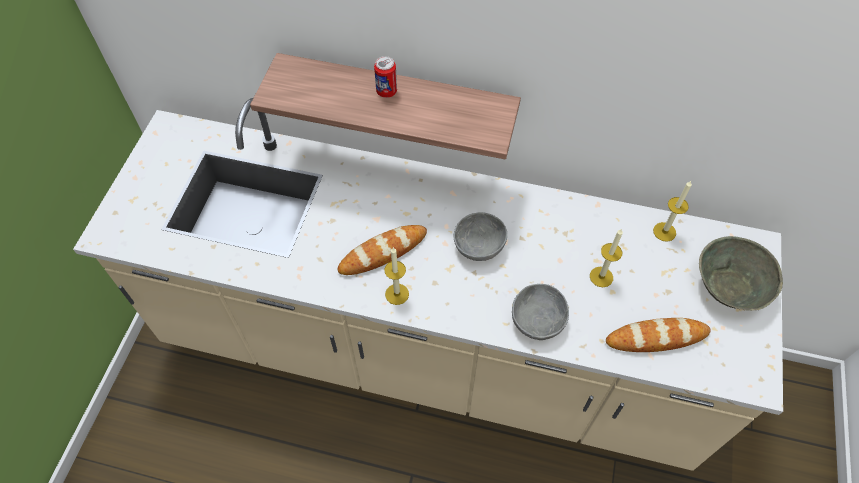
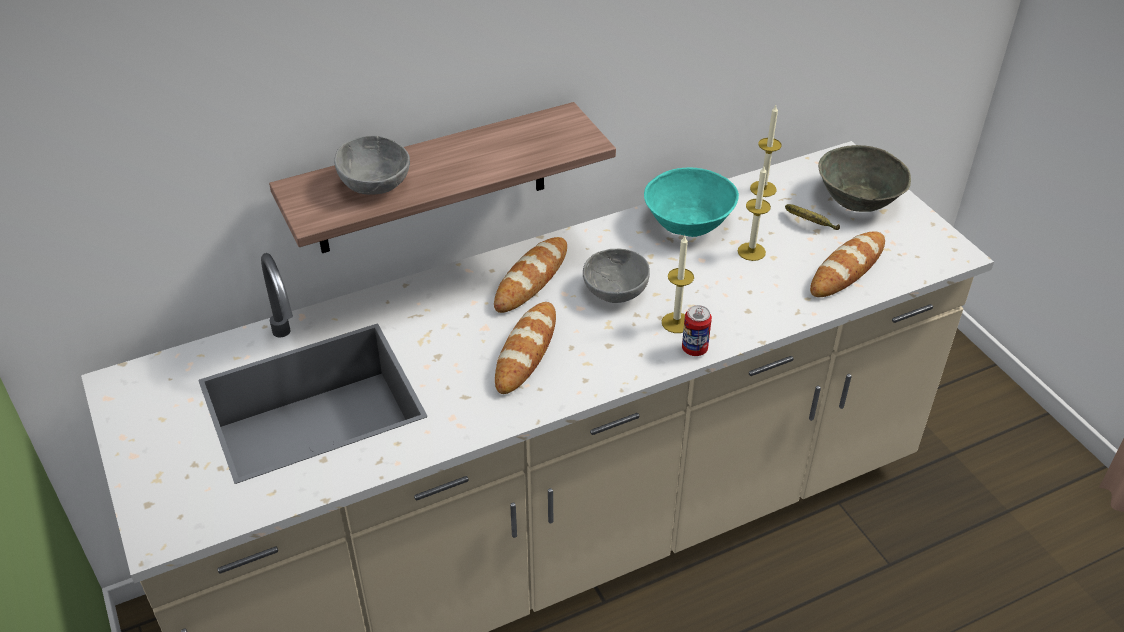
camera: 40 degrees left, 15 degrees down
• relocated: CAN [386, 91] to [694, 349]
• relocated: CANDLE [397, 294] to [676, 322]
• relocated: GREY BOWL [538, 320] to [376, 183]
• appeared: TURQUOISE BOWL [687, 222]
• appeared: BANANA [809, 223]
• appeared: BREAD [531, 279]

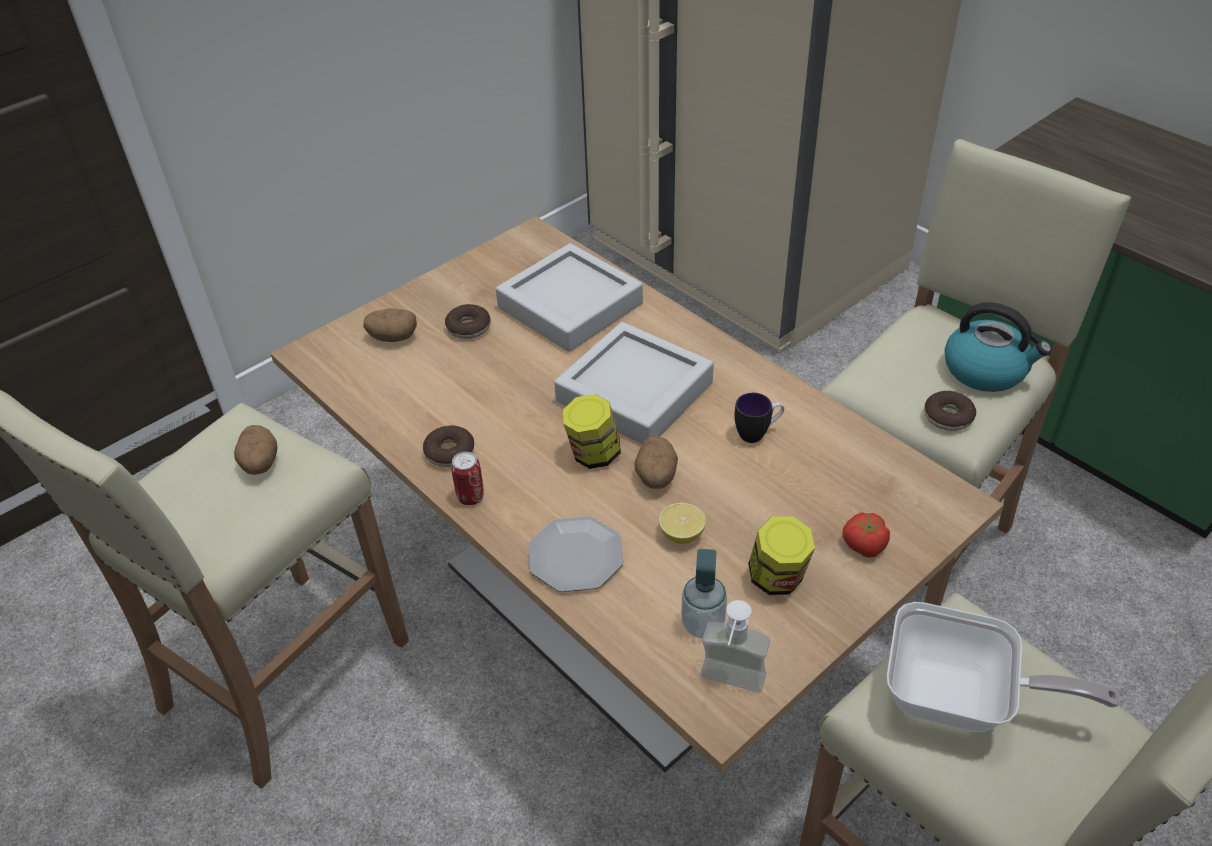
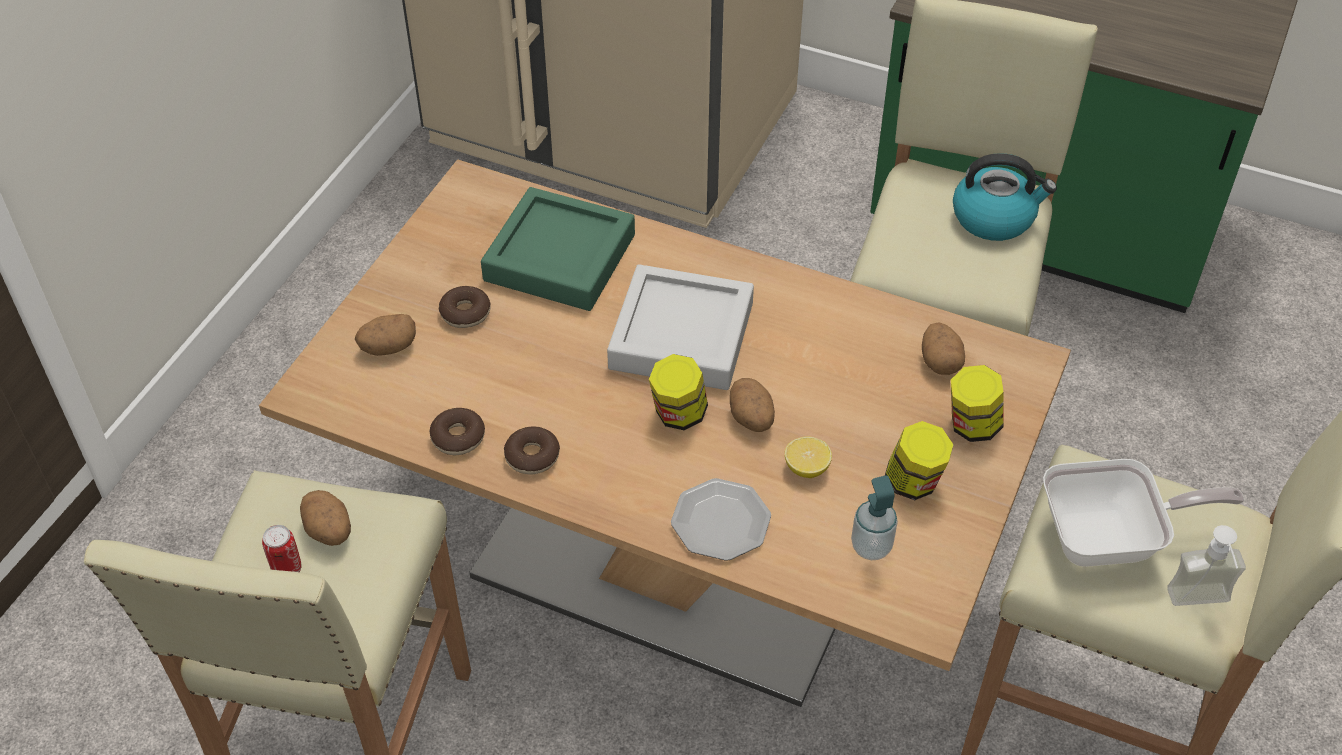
camera: 25 degrees left, 5 degrees up
• colour: GREY TRAY [570, 305] to GREEN TRAY [560, 258]
• relocated: DONUT [948, 417] to [458, 437]
• missing: MUG [757, 433]
• relocated: CAN [470, 497] to [287, 569]
• exchanged: TOMATO [864, 544] to JAR [972, 426]
• relocated: SOAP DISPENSER [729, 686] to [1201, 605]
• appeared: POTATO [940, 361]

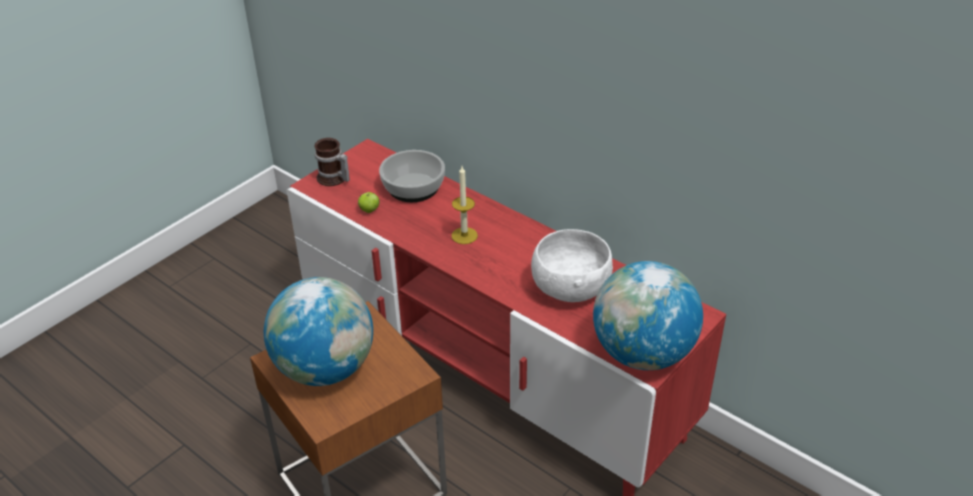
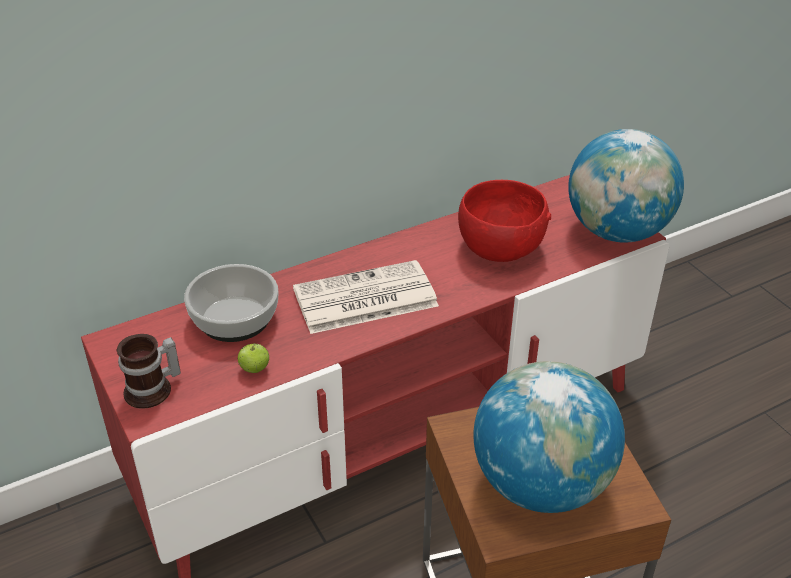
camera: 70 degrees left, 0 degrees up
• exchanged: CANDLE [464, 235] to NEWSPAPER [363, 299]
• colour: WHITE BOWL [569, 288] to RED BOWL [500, 248]

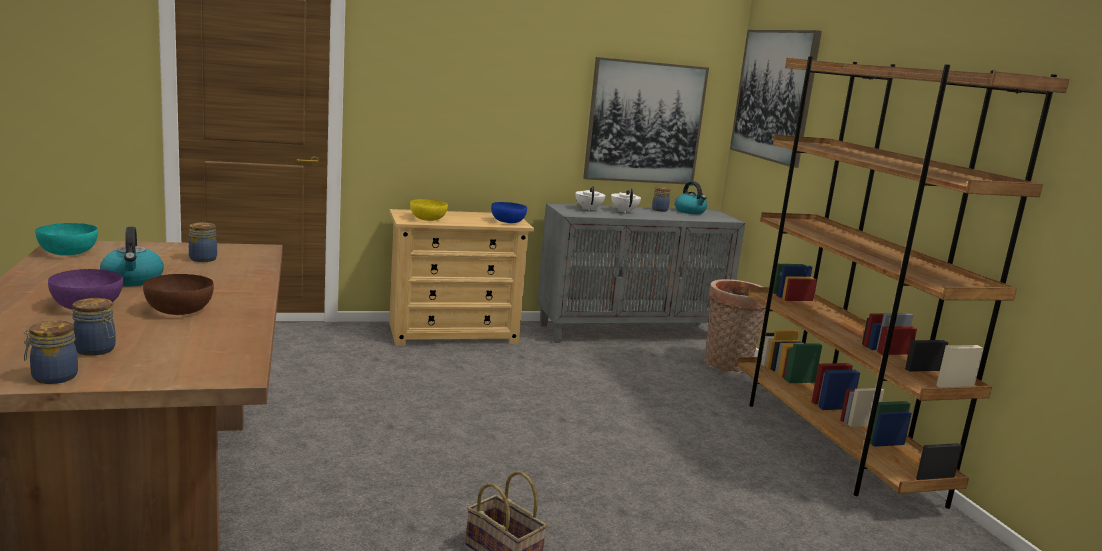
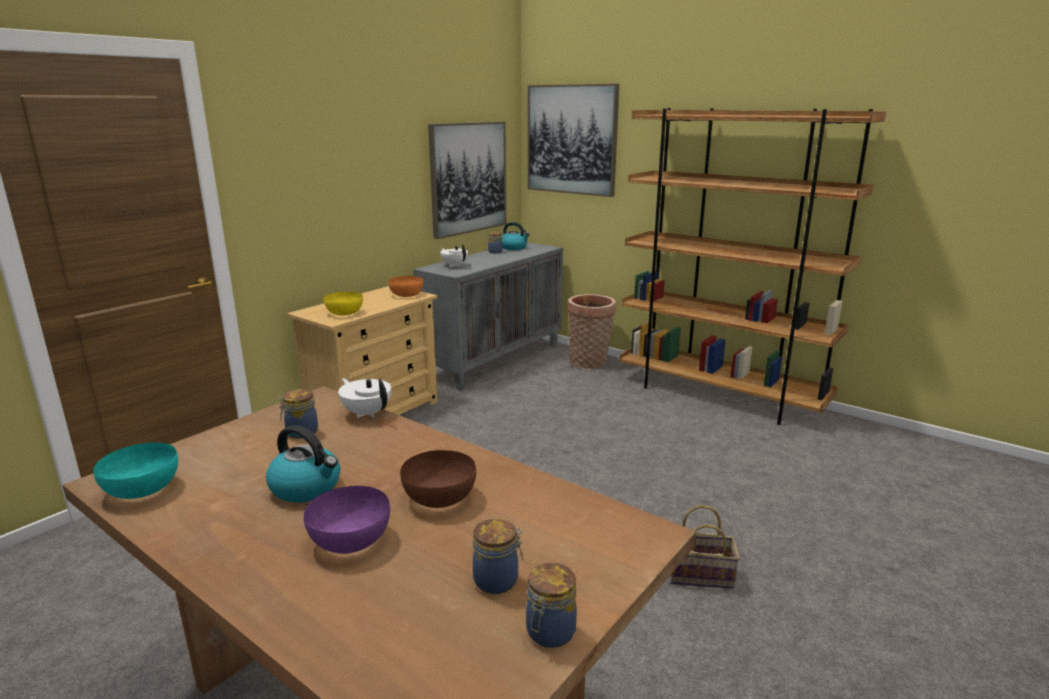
camera: 35 degrees left, 5 degrees up
• relocated: WHITE TEAPOT [624, 211] to [367, 413]
• colour: BLUE BOWL [507, 221] to ORANGE BOWL [406, 295]

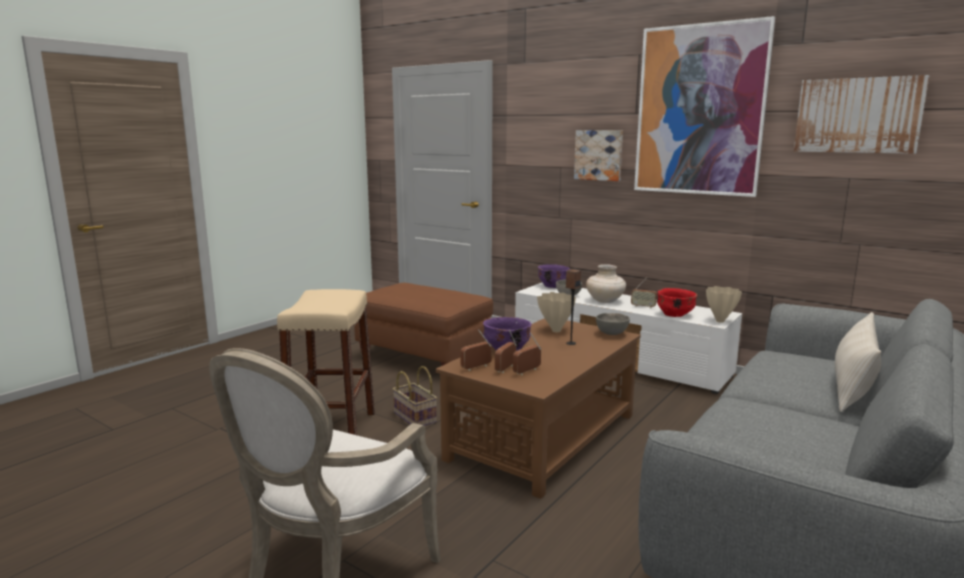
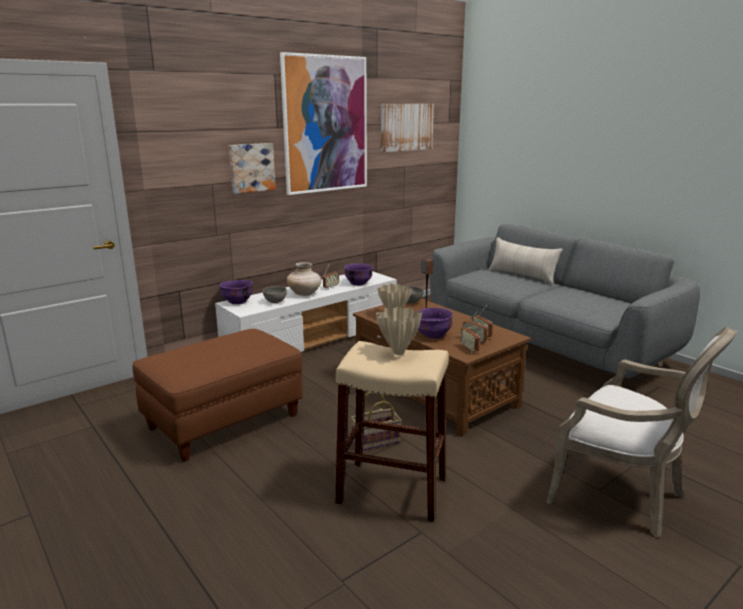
camera: 75 degrees left, 5 degrees up
• relocated: BEIGE VASE [720, 321] to [399, 352]
• colour: RED BOWL [674, 314] to PURPLE BOWL [358, 283]

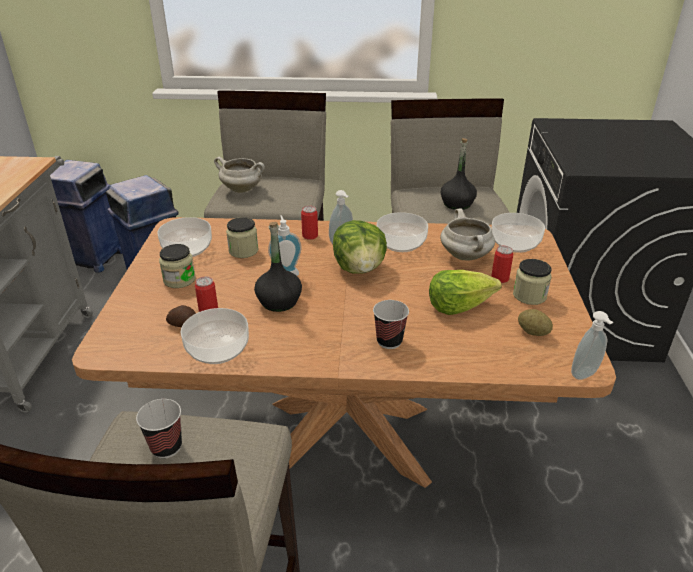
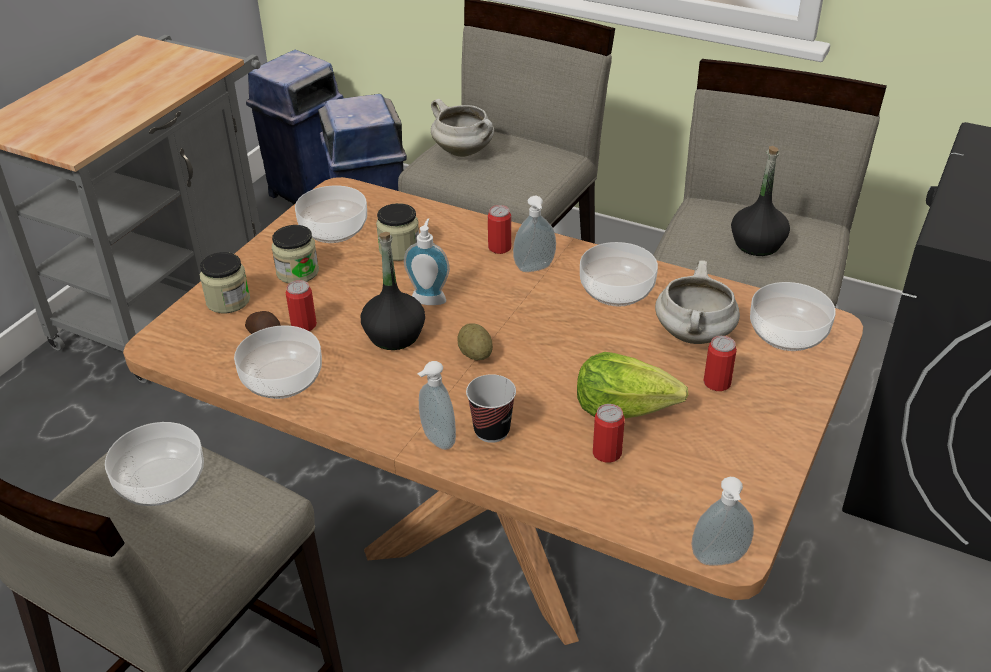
camera: 25 degrees right, 5 degrees up
• missing: LETTUCE [360, 269]
• relocated: JAR [529, 296] to [228, 301]
• relocated: POTATO [533, 332] to [475, 354]
• exchanged: CUP [166, 447] to BOWL [162, 481]
• appeared: SOAP DISPENSER [436, 441]
• appeared: CAN [607, 453]

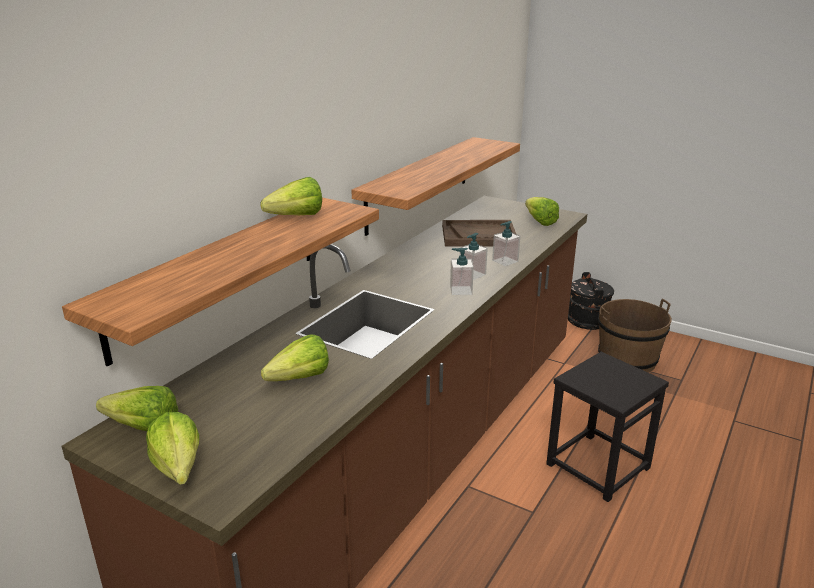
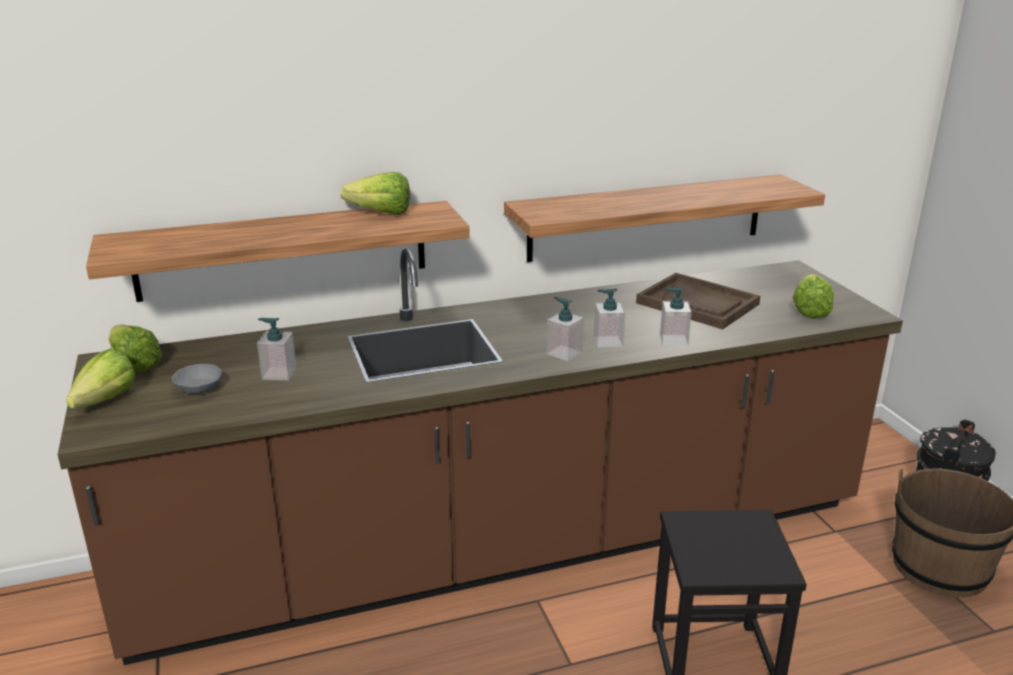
camera: 40 degrees right, 0 degrees up
• exchanged: LETTUCE [294, 380] to SOAP DISPENSER [279, 373]
• appeared: GREY BOWL [200, 388]

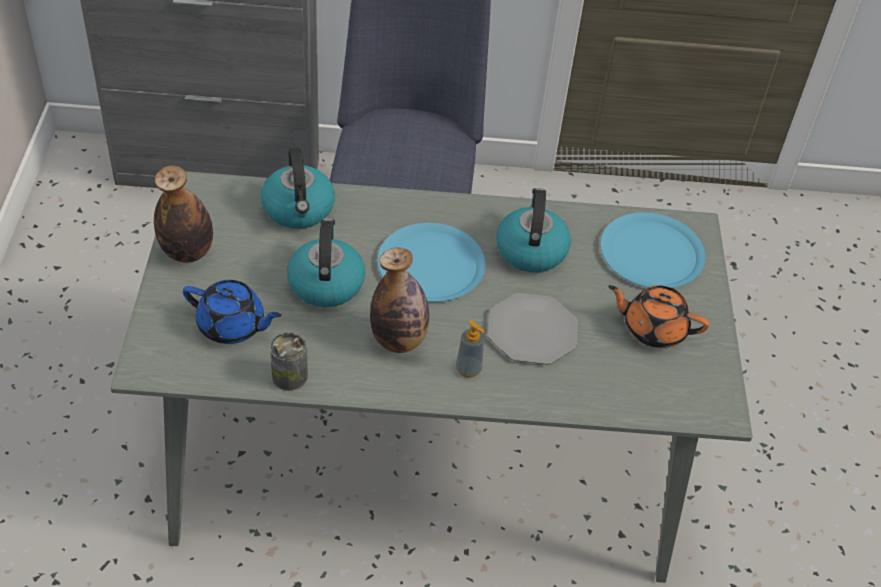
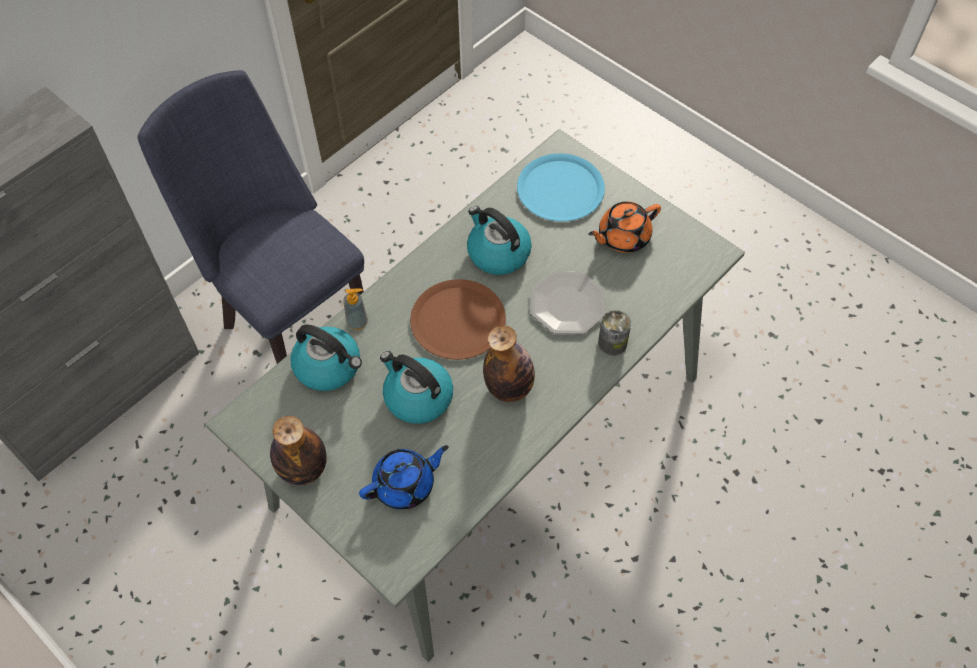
camera: 45 degrees left, 10 degrees up
• colour: BLUE PLATE [431, 264] to BROWN PLATE [458, 320]
• relocated: SOAP DISPENSER [468, 369] to [357, 322]
• relocated: CAN [289, 376] to [612, 343]

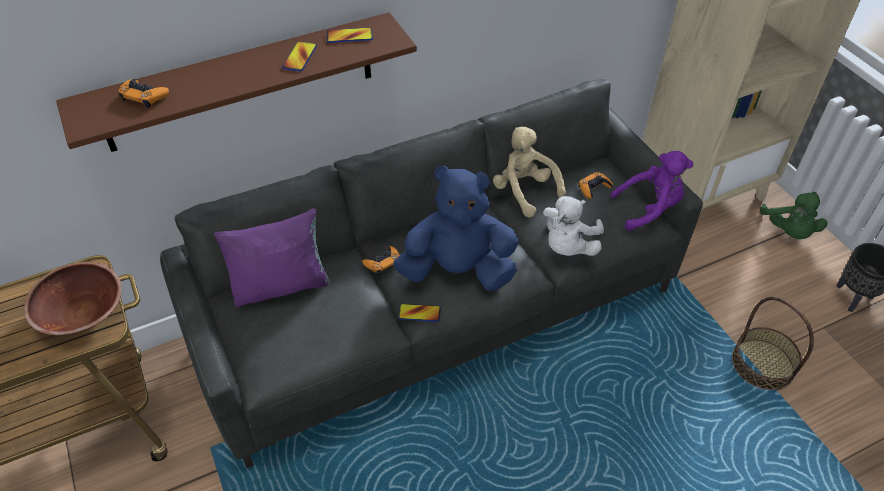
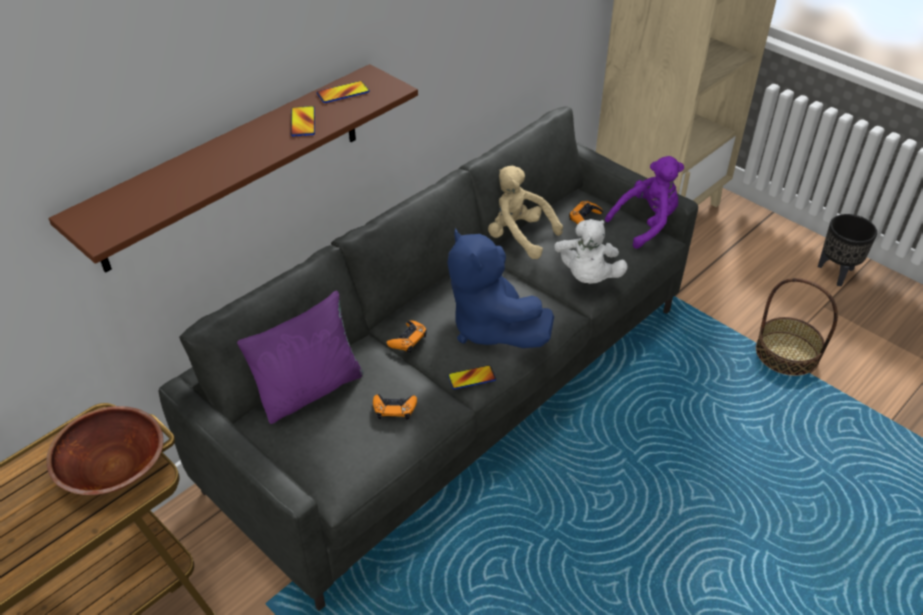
camera: 20 degrees left, 5 degrees down
• relocated: ORANGE GAME CONTROLLER [144, 96] to [394, 409]
• spun: BLUE PLUSH TOY [458, 271] = [490, 327] 105 degrees counterclockwise
• missing: GREEN PLUSH TOY [788, 231]

